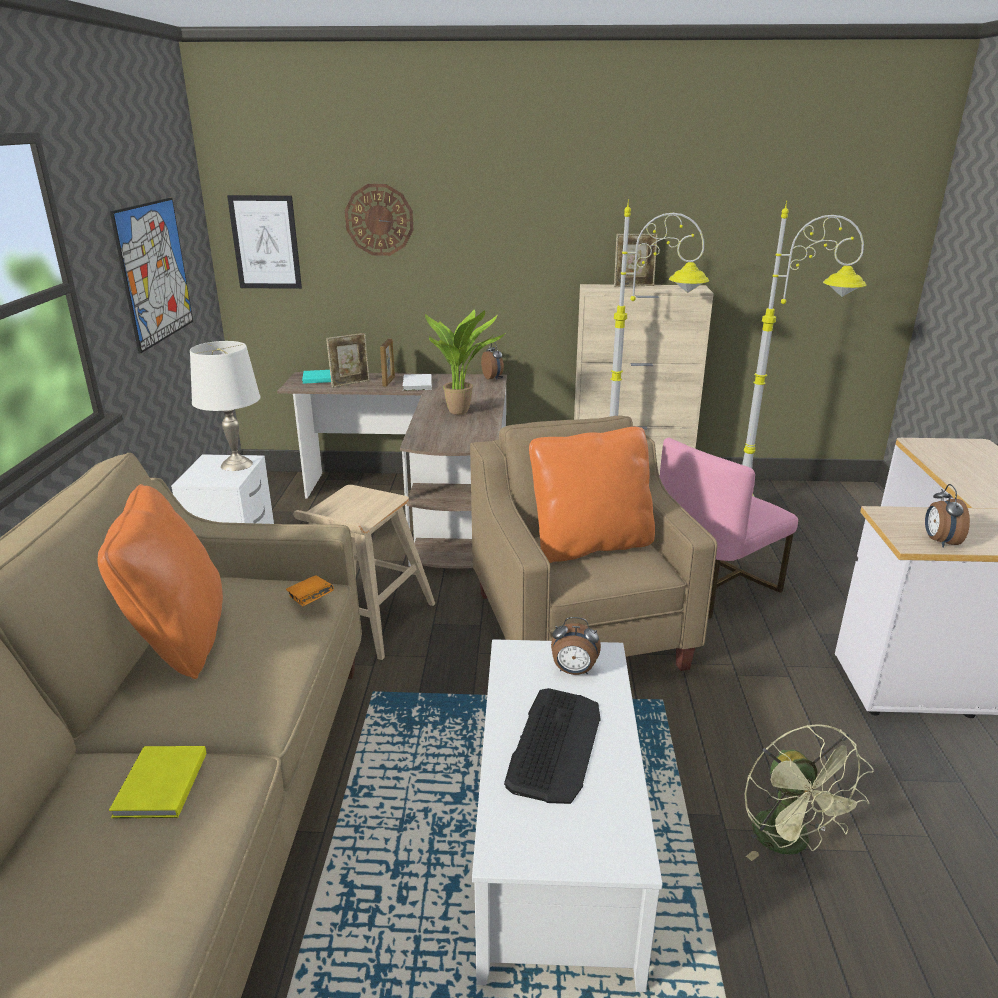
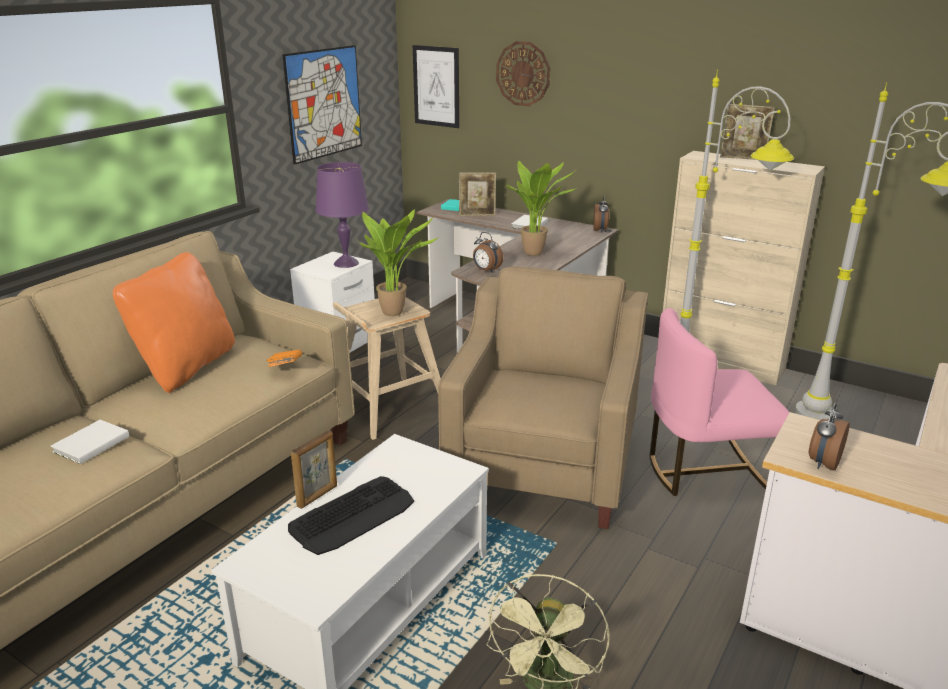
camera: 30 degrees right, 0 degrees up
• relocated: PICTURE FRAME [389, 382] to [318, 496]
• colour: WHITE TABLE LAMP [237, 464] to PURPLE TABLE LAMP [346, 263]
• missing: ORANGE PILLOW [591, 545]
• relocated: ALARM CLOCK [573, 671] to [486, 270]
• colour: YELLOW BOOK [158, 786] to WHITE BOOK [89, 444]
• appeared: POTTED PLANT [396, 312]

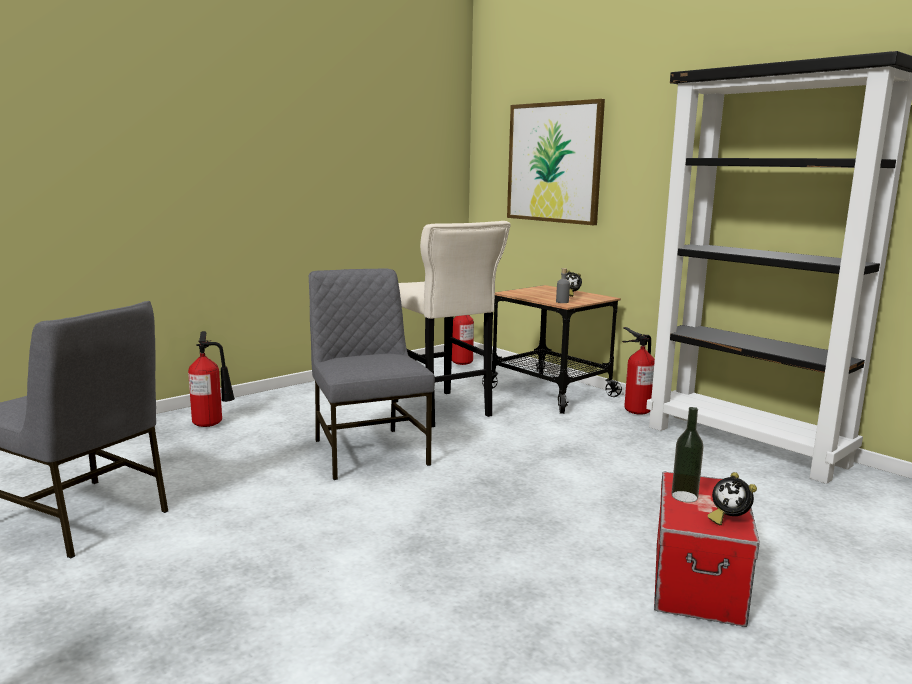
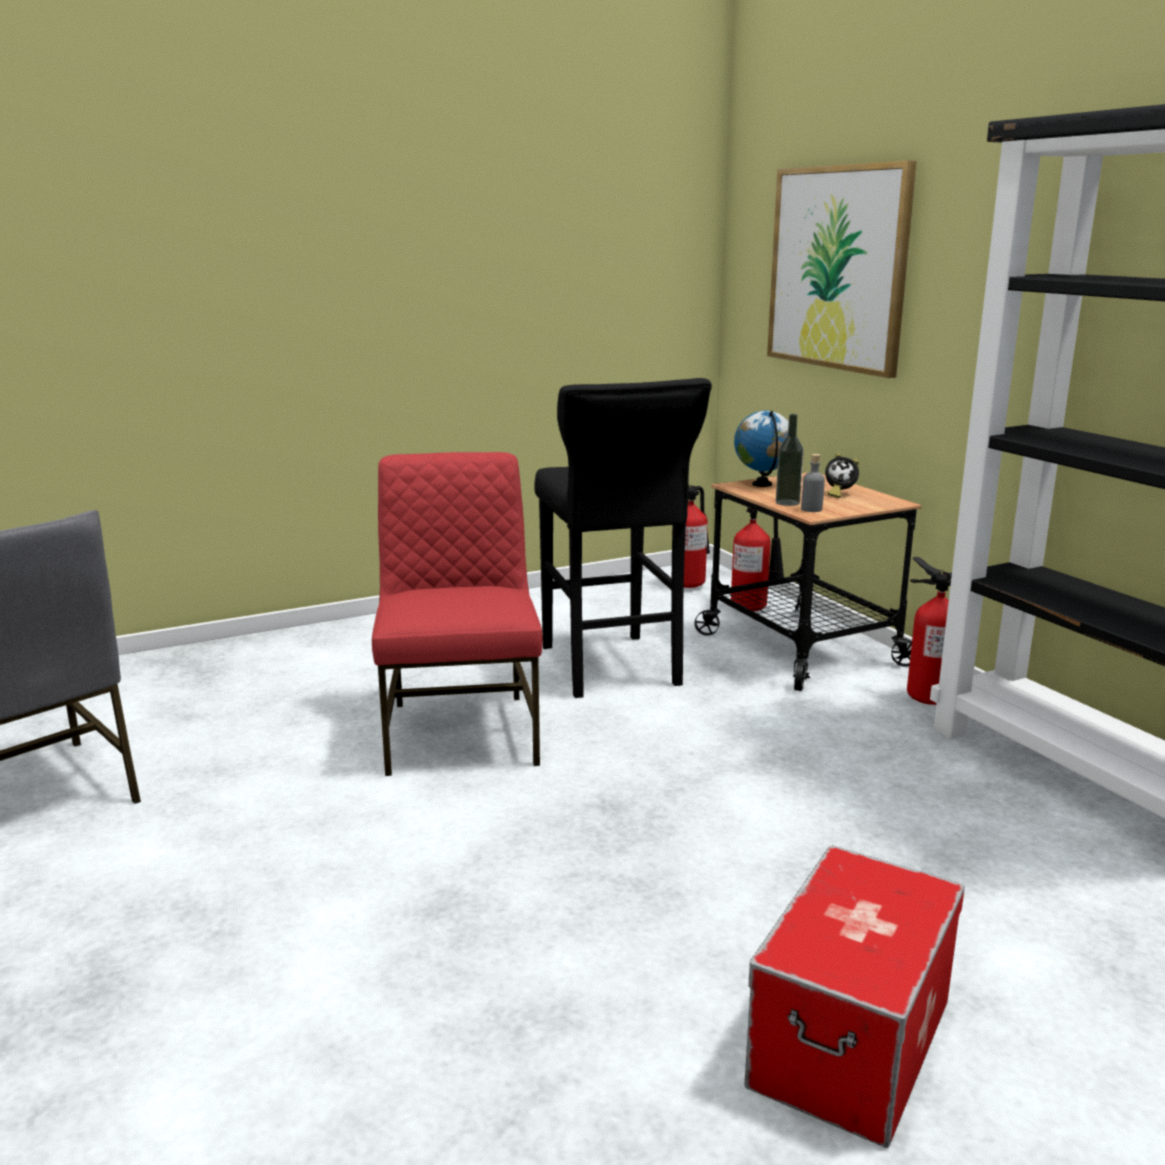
camera: 15 degrees right, 5 degrees up
• colour: BEIGE STOOL [442, 411] to BLACK STOOL [611, 669]
• colour: GREY CHAIR [368, 451] to RED CHAIR [461, 731]
• relocated: FIRE EXTINGUISHER [212, 424] to [753, 608]
• relocated: BOTTLE [684, 496] to [787, 502]
• missing: ALARM CLOCK [728, 519]
• appeared: GLOBE [762, 484]

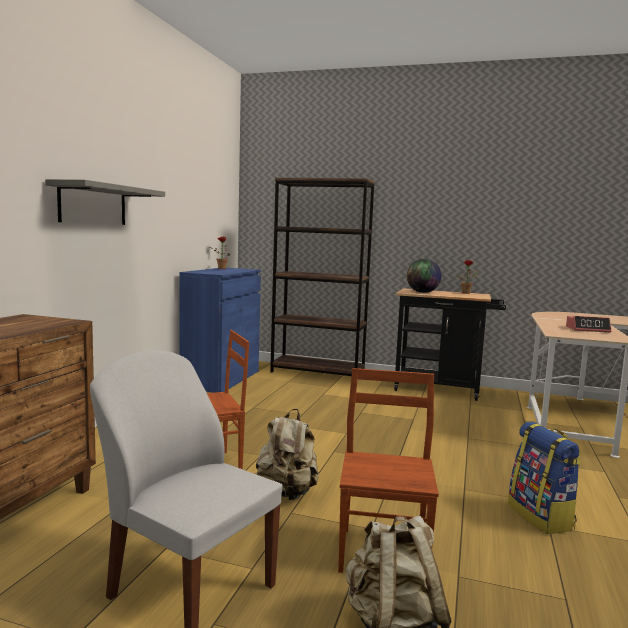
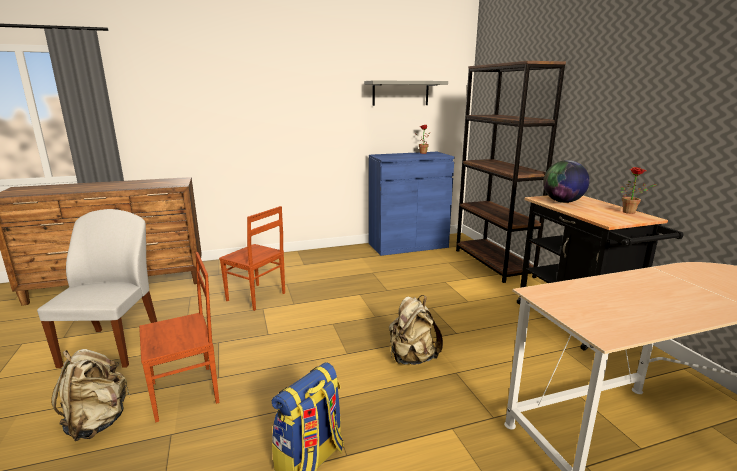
camera: 55 degrees right, 10 degrees up
• relocated: GREY SHELF [93, 204] to [400, 93]
• missing: ALARM CLOCK [587, 329]
• relocated: BEIGE BACKPACK [287, 493] to [412, 358]

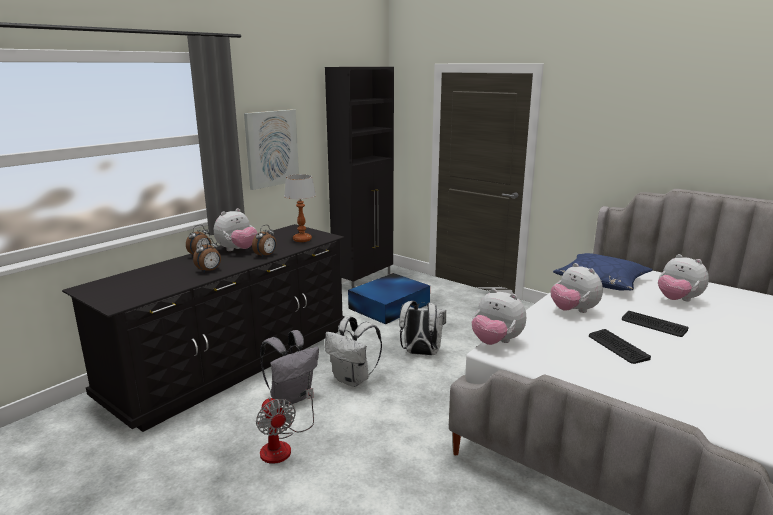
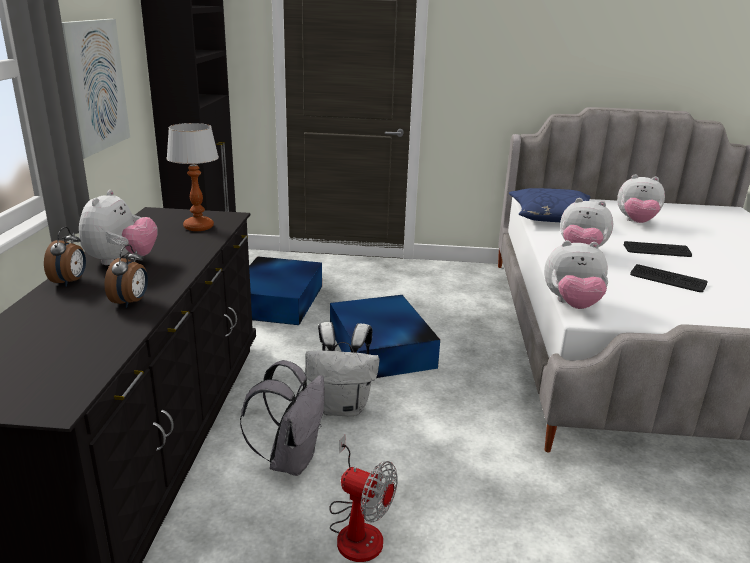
camera: 35 degrees left, 5 degrees up
• missing: ALARM CLOCK [266, 255]
• exchanged: WHITE BACKPACK [420, 353] to BLUE STORAGE BOX [381, 349]

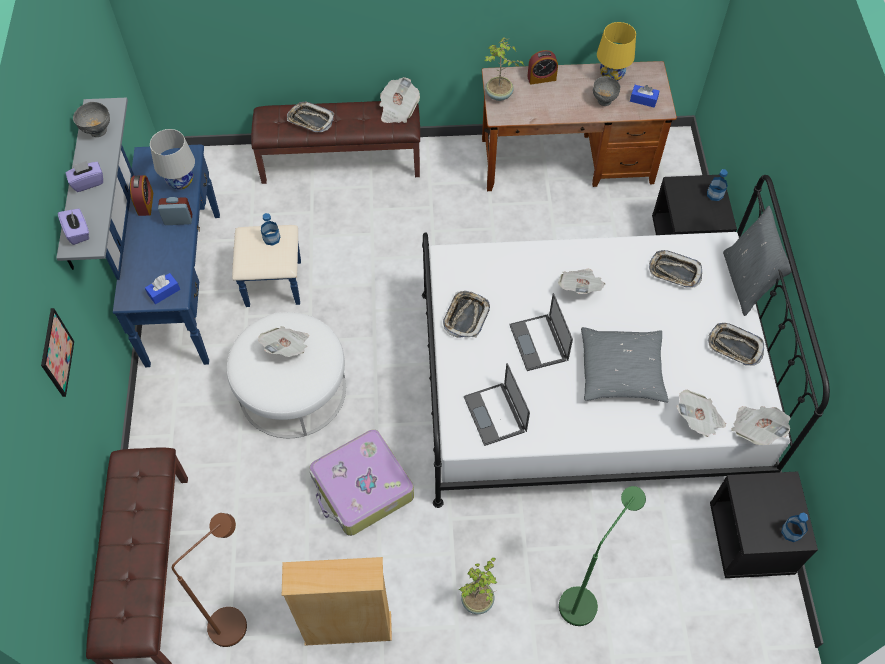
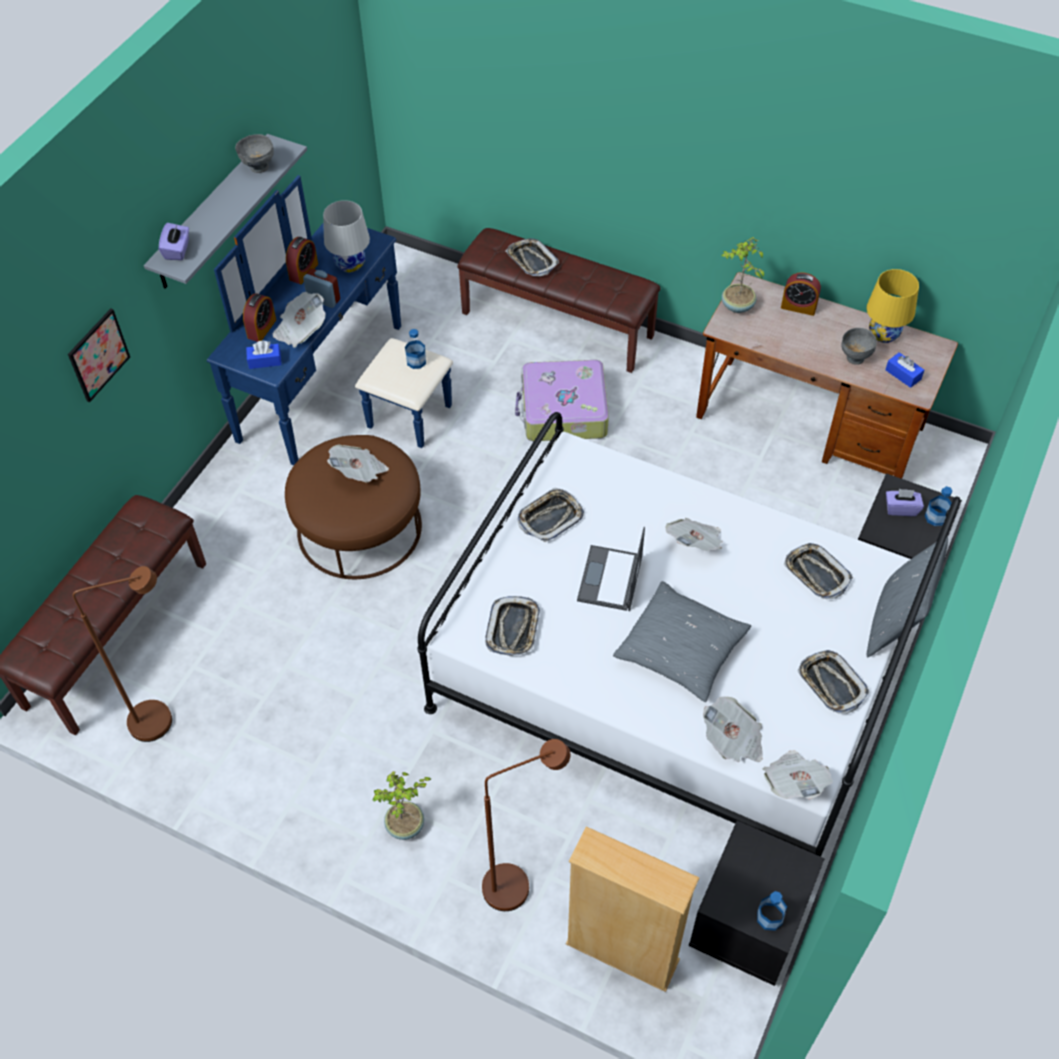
camera: 30 degrees right, 5 degrees down
• relocated: NEWSPAPER [398, 110] to [300, 330]
• relocated: PURPLE TISSUE BOX [88, 182] to [901, 508]
• colour: WHITE OTTOMAN [292, 389] to BROWN OTTOMAN [359, 527]
• exchanged: LAPTOP [495, 415] to TRAY [513, 629]
• relocated: SUITCASE [362, 489] to [563, 411]
• colour: GREEN FLOOR LAMP [583, 598] to BROWN FLOOR LAMP [518, 883]
• relocated: BEIGE BOOKCASE [348, 629] to [622, 952]
• appeared: ALARM CLOCK [262, 329]

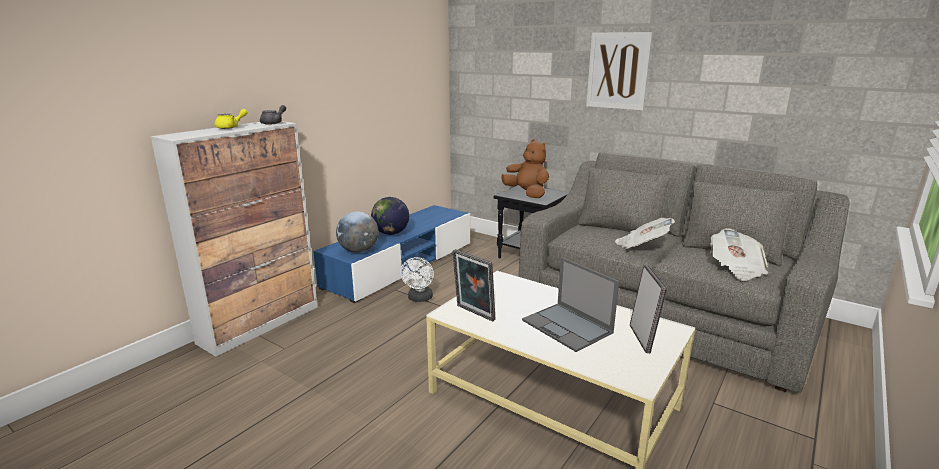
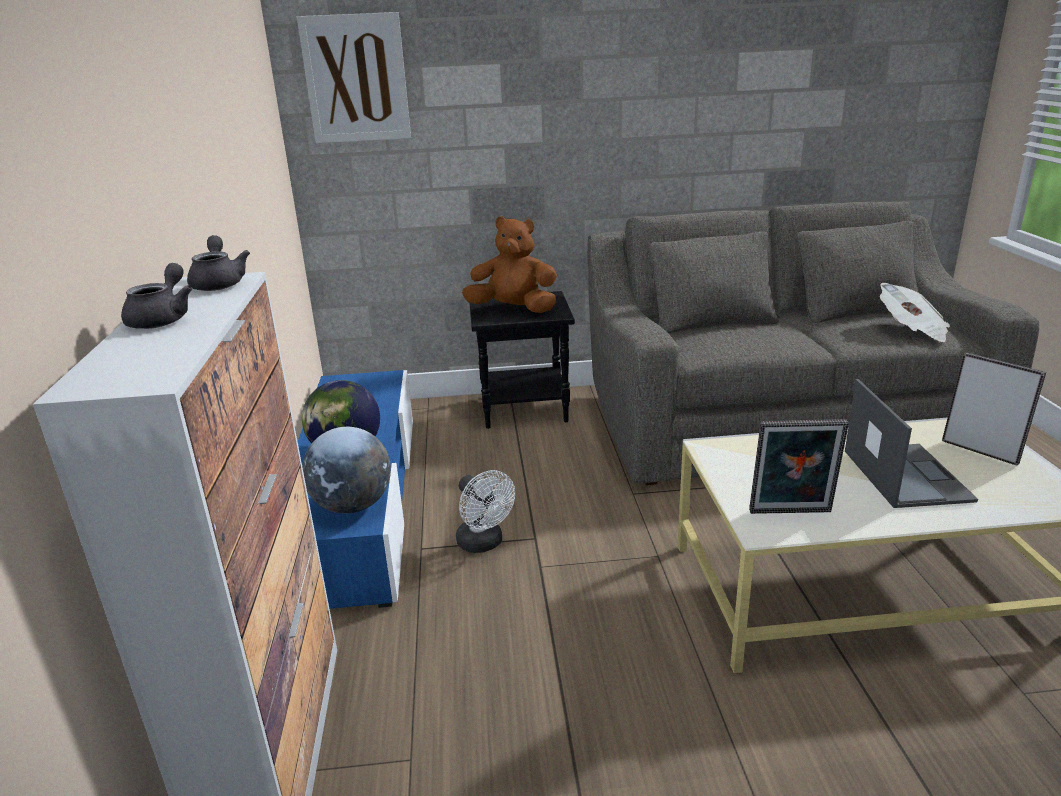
camera: 40 degrees left, 5 degrees up
• relocated: PICTURE [618, 71] to [356, 79]
• colour: YELLOW TEAPOT [231, 127] to GREY TEAPOT [163, 319]
• missing: NEWSPAPER [641, 246]
• spun: LAPTOP [568, 327] = [905, 475] 105 degrees counterclockwise

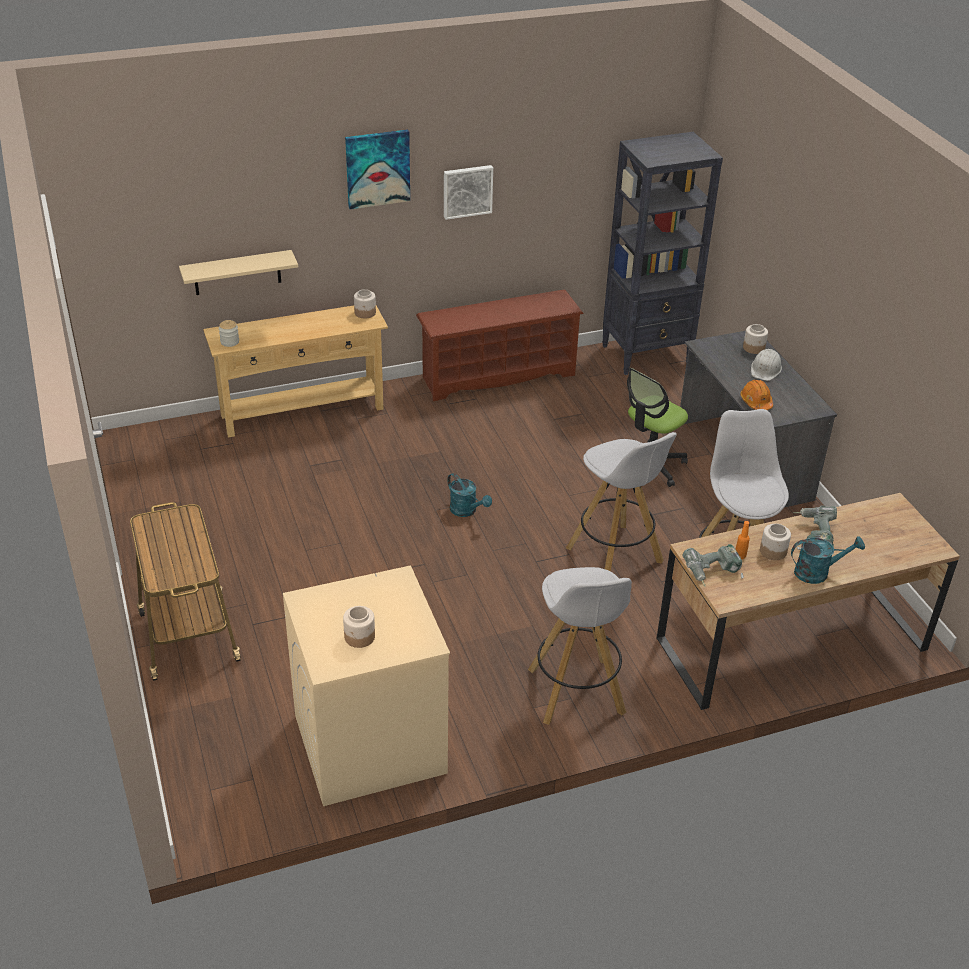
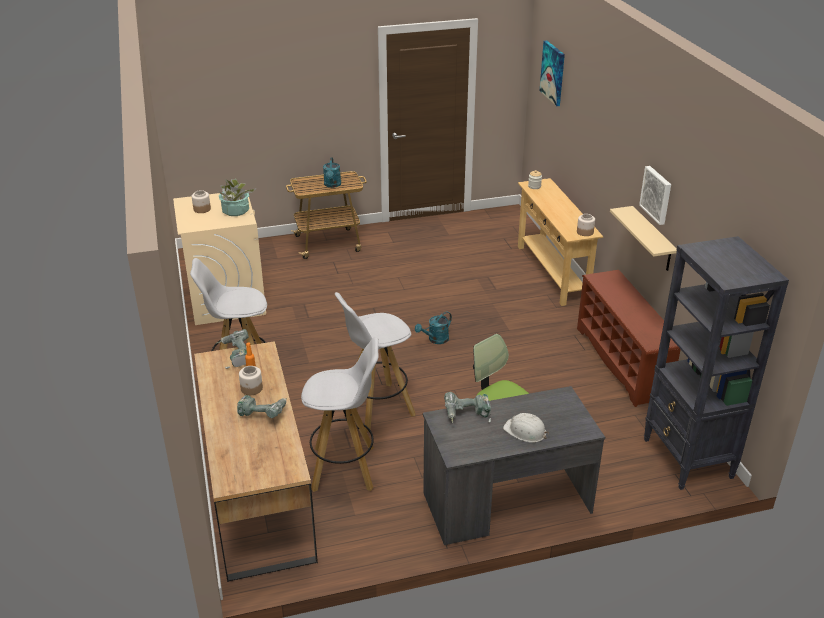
camera: 95 degrees right, 5 degrees down
• relocated: PICTURE [377, 168] to [553, 73]
• relocated: BEIGE SHELF [237, 273] to [652, 239]
• missing: JAR [754, 348]
• exchanged: ORANGE HARD HAT [756, 402] to POWER DRILL [467, 416]
• relocated: TURQUOISE WATERING CAN [817, 572] to [332, 185]
• appeared: POTTED PLANT [235, 210]

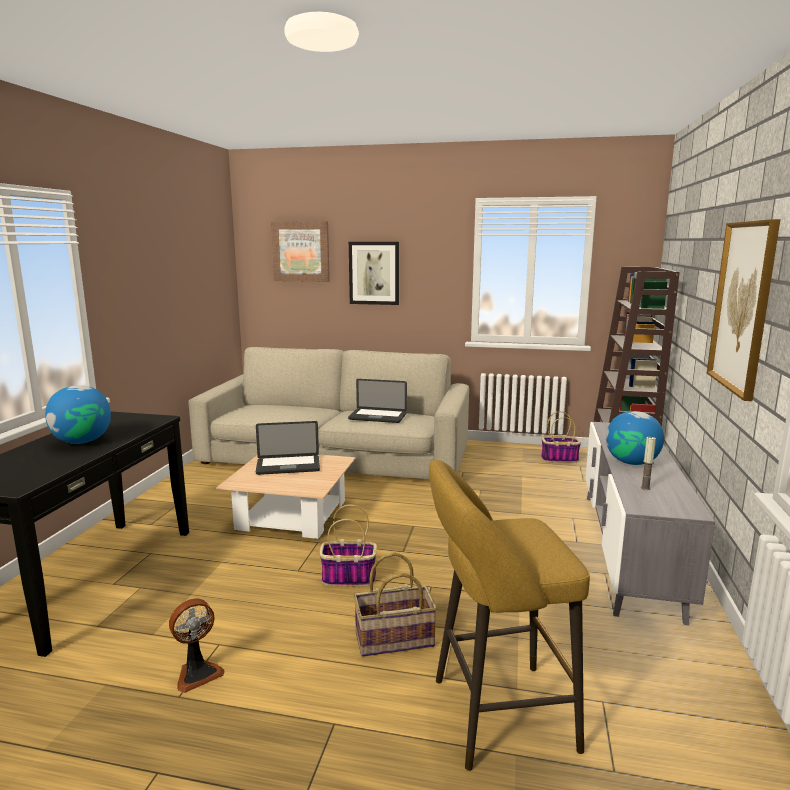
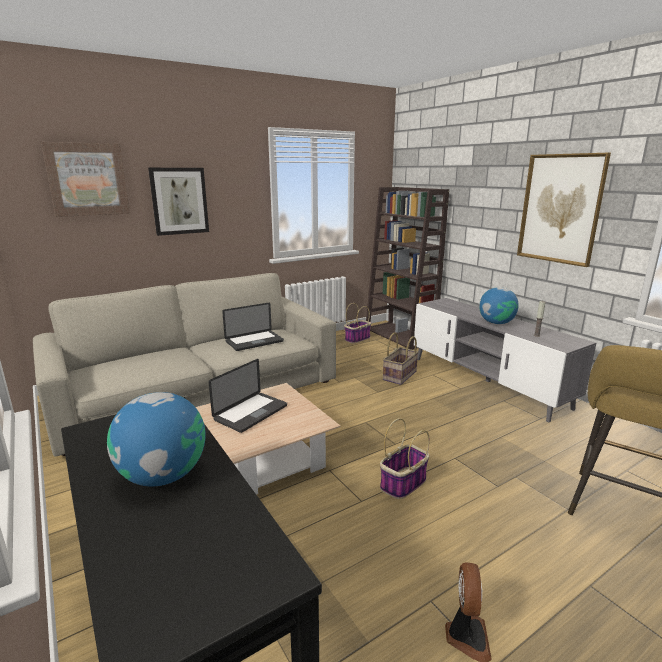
camera: 45 degrees left, 5 degrees up
• relocated: BASKET [394, 640] to [400, 376]

